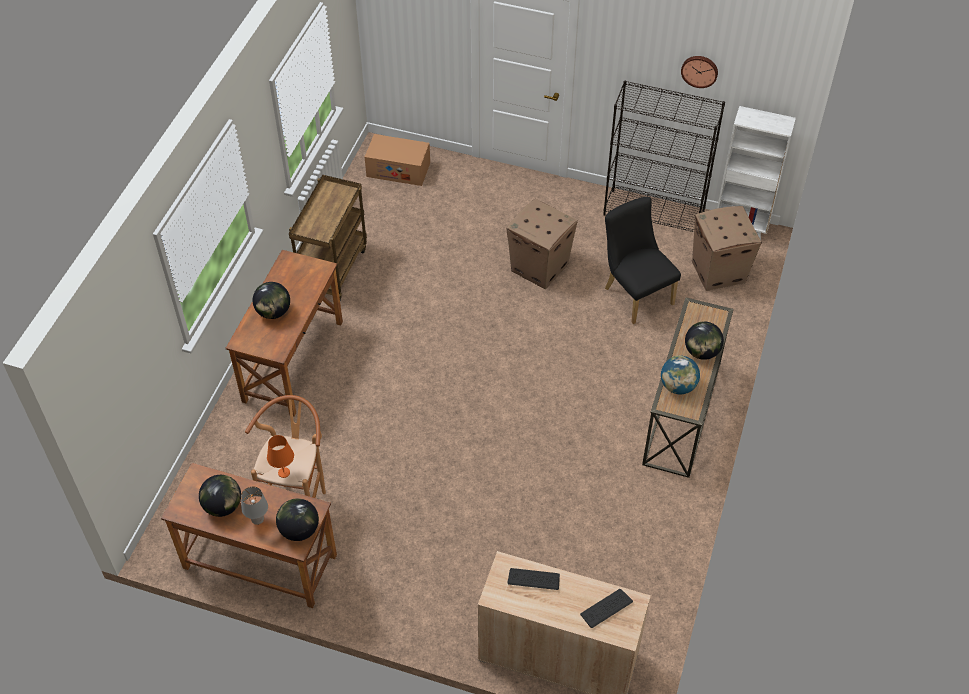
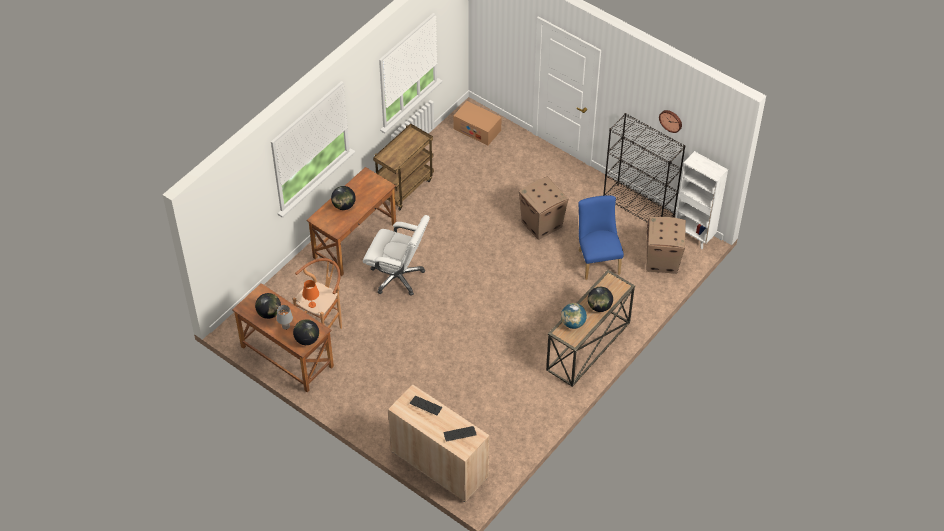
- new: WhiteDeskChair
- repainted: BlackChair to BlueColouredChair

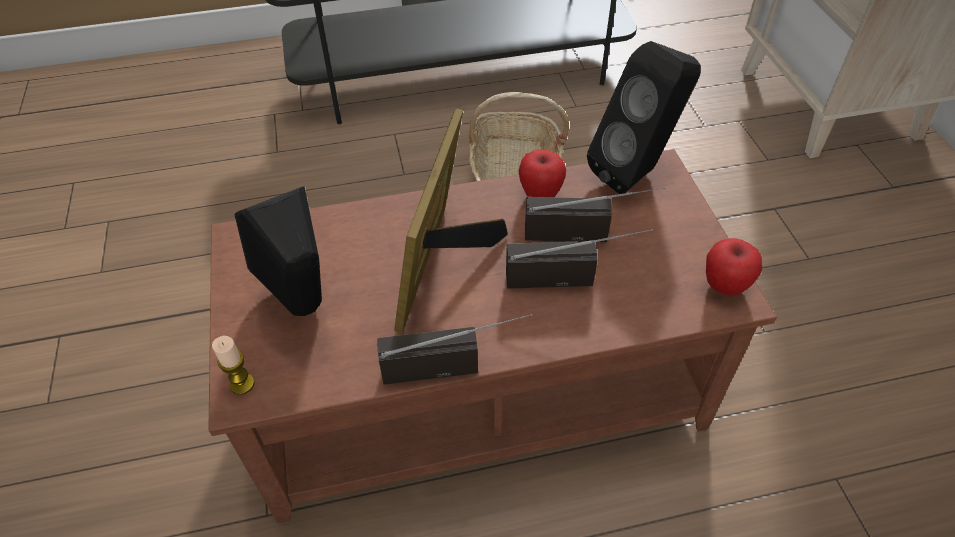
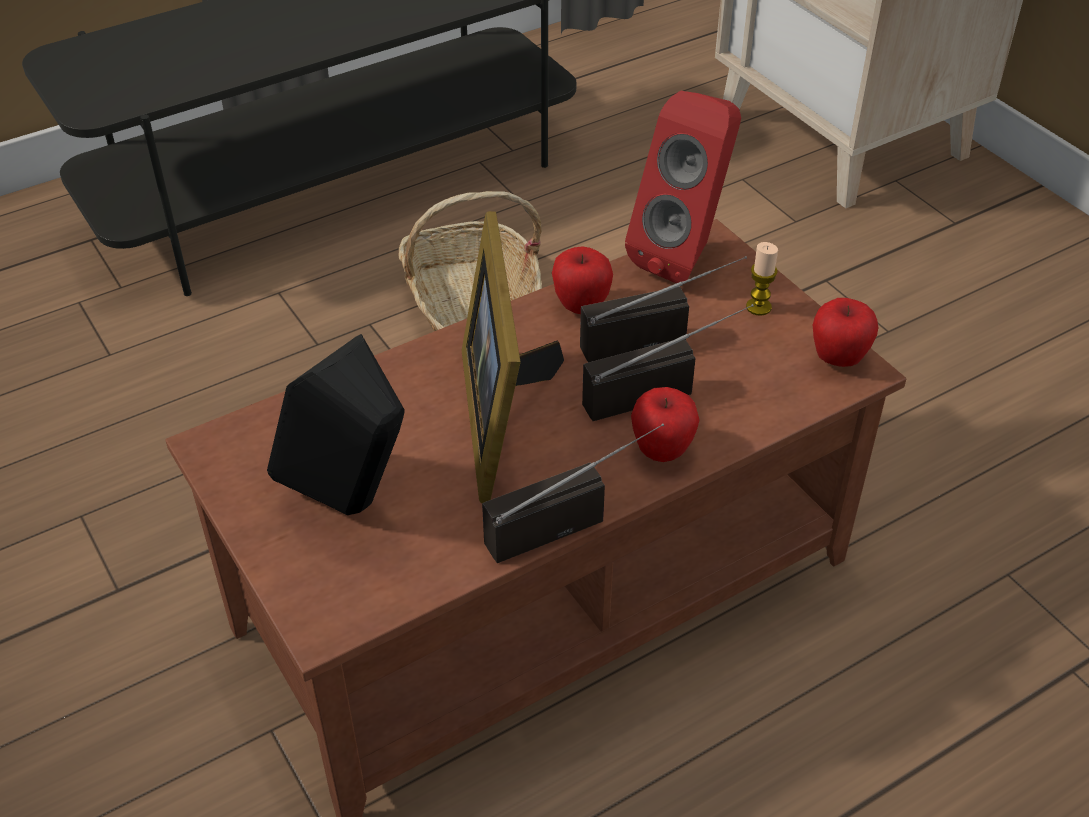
- new: WholeApple (no. 2 from left)
- shifted: WaxCandle
- repainted: BlackAudioSpeaker (no. 2 from left) to RedAudioSpeaker

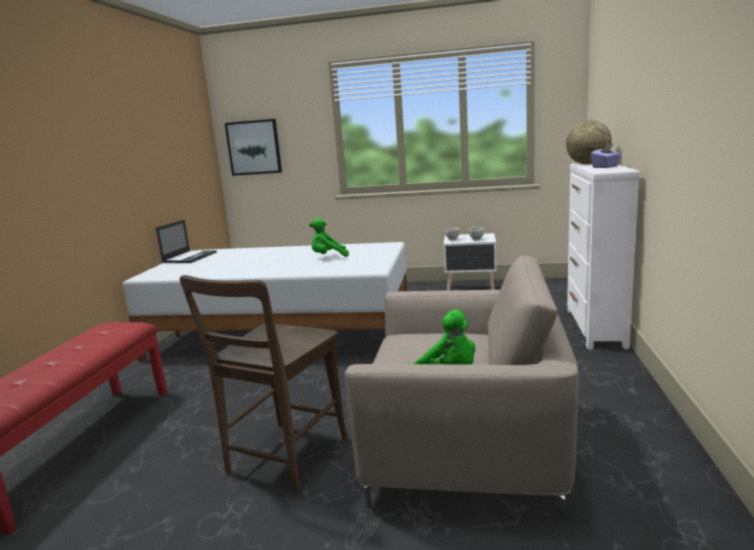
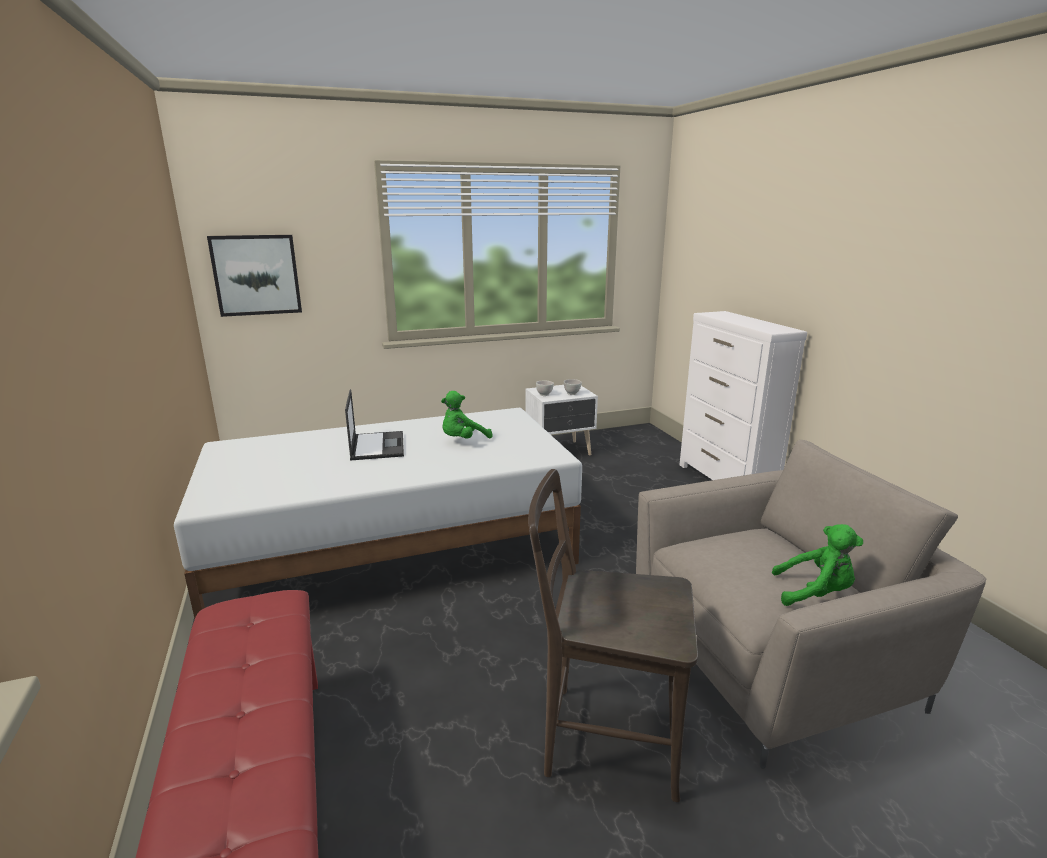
- gone: WorldGlobe
- gone: PurpleColouredTissueHolder
- shifted: NotebookComputer
- rotated: BrownColouredChair 105 degrees clockwise

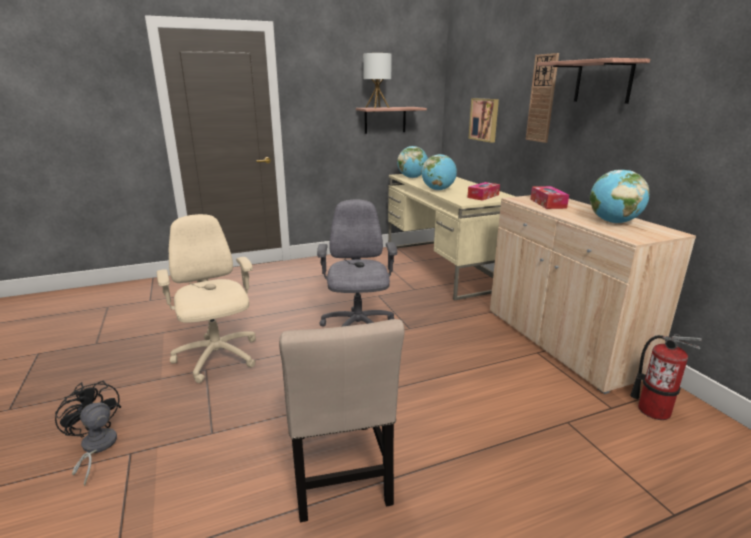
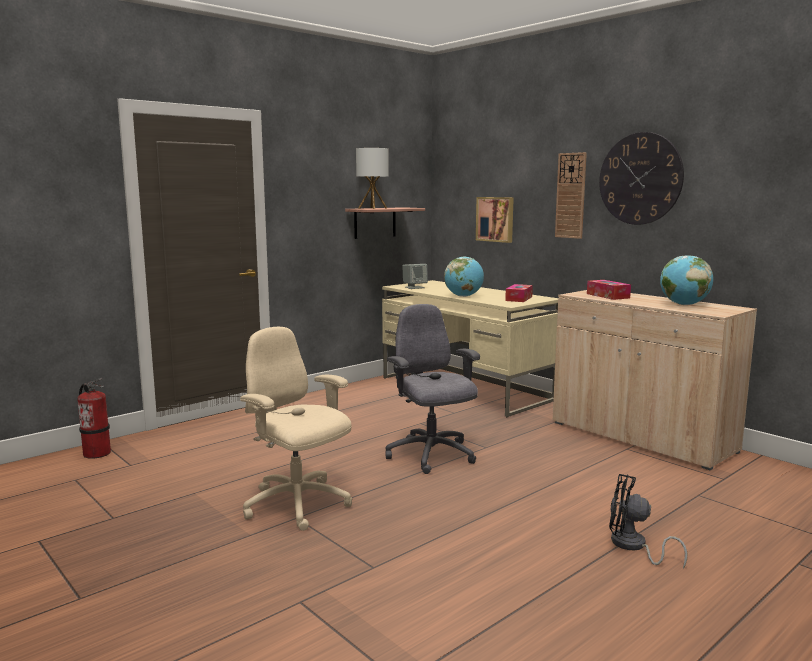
- gone: SandColouredChair
- shifted: BlackFan
- shifted: FireExtinguisher
- swapped: WorldGlobe (no. 1 from left) to GreyishAudioSpeaker
- swapped: WallShelf (no. 2 from left) to WallClock (no. 2 from left)

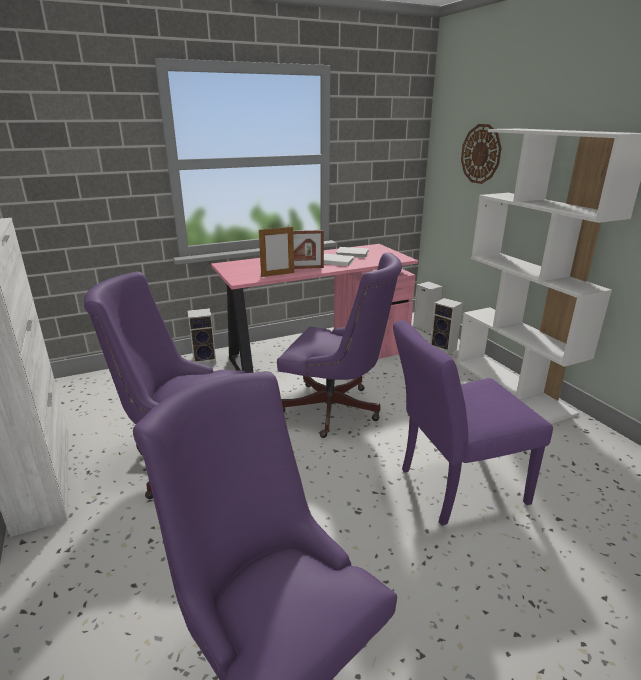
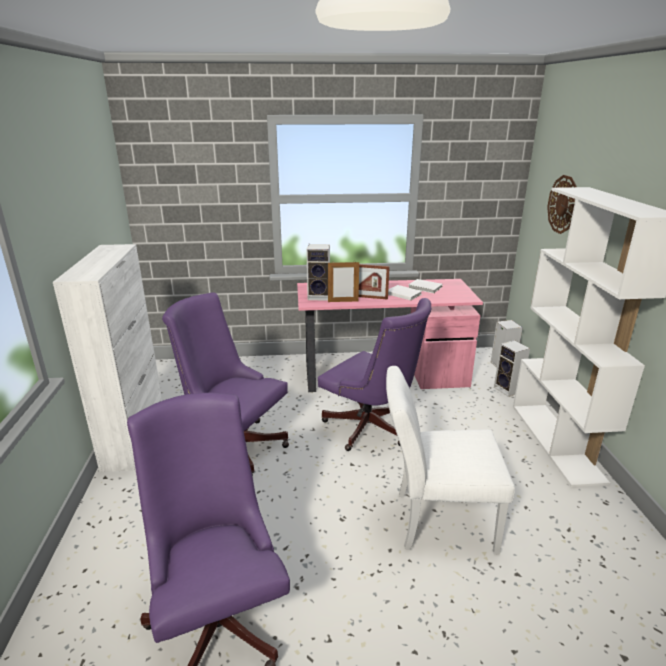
- shifted: AudioSpeaker (no. 1 from left)
- repainted: PurpleColouredChair to WhiteChair

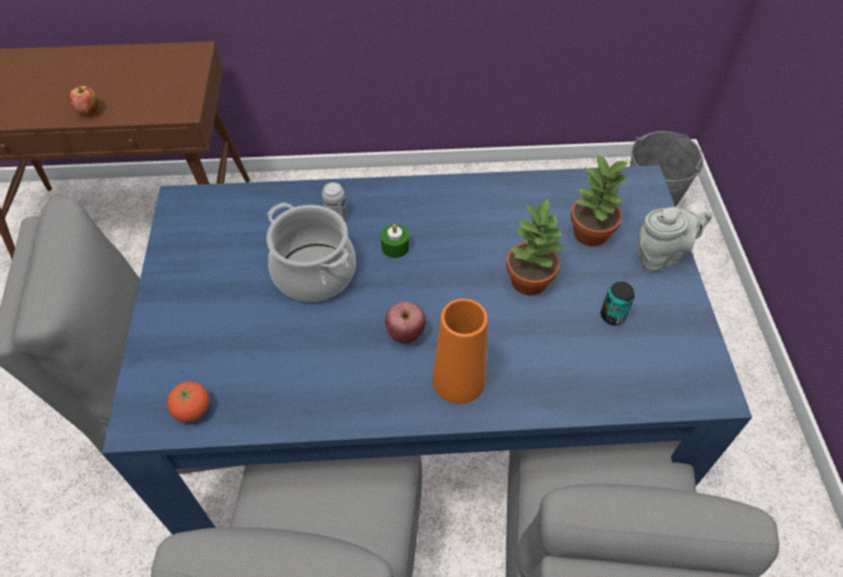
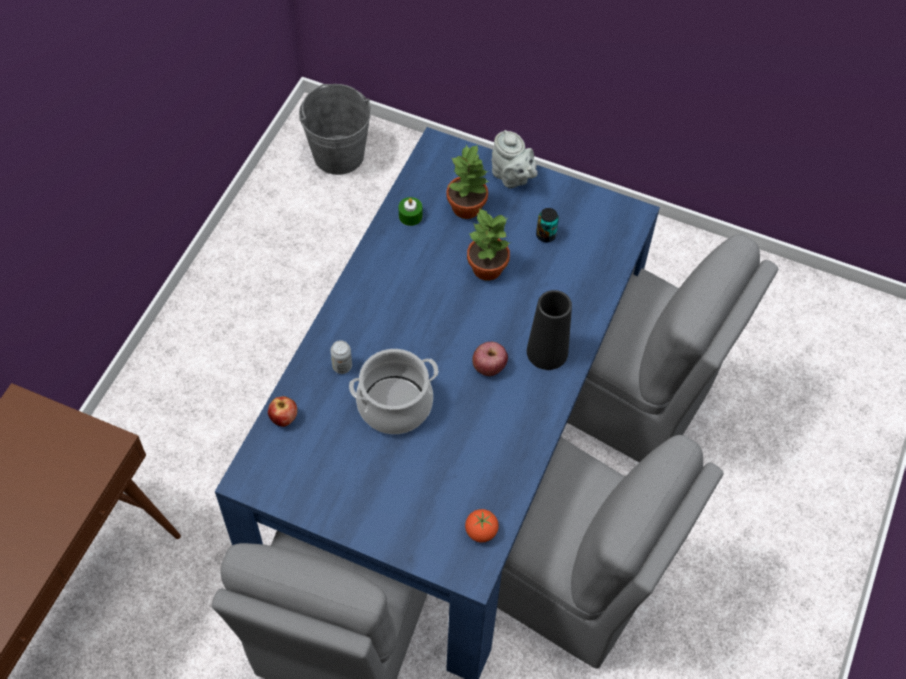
- shifted: WholeApple (no. 1 from left)
- shifted: GreenishWaxCandle
- repainted: OrangeyFlowerVase to BlackFlowerVase
- rotated: GreyishTeaPot 135 degrees clockwise

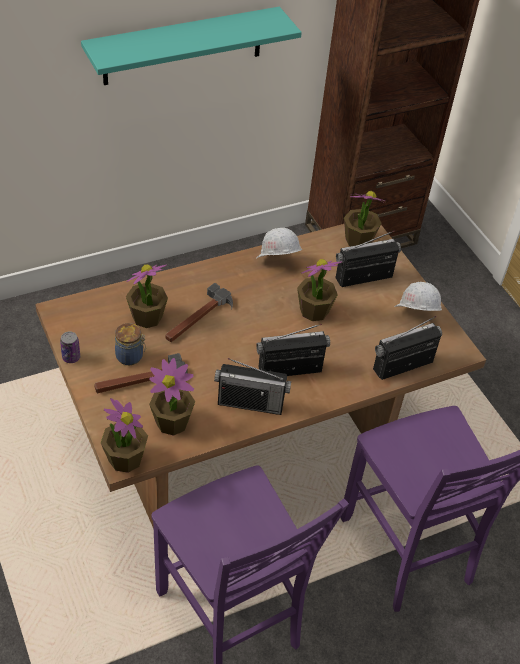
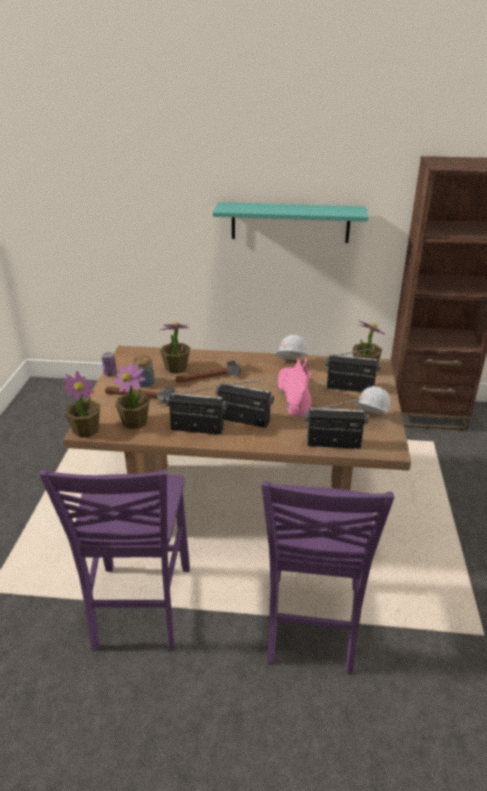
- swapped: Houseplant (no. 4 from left) to PinkHighTopBoot
- rotated: RadioReceiver (no. 1 from left) 150 degrees clockwise

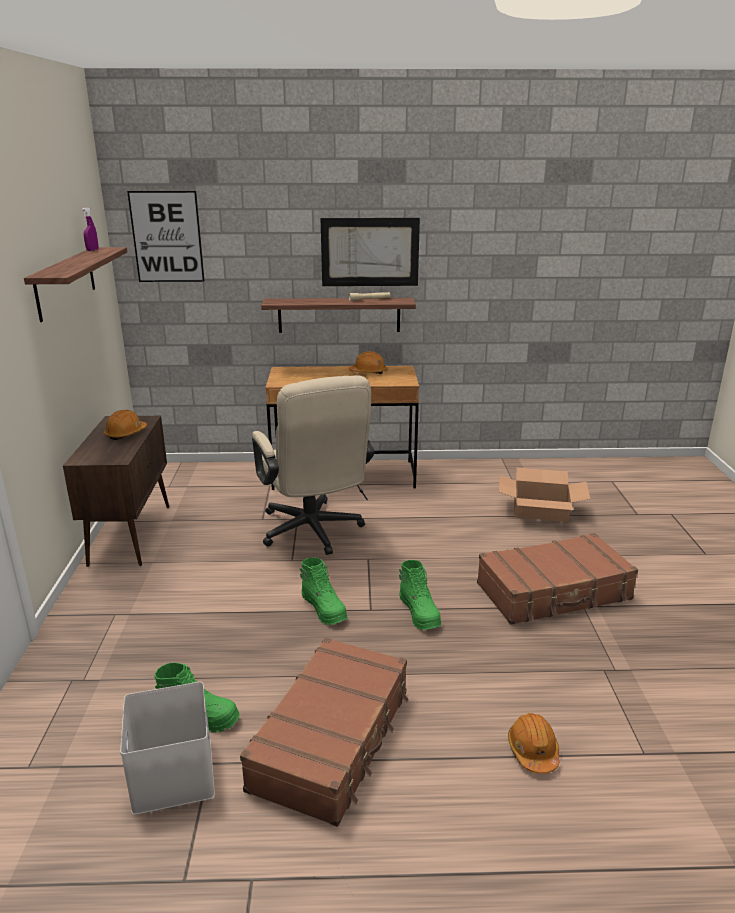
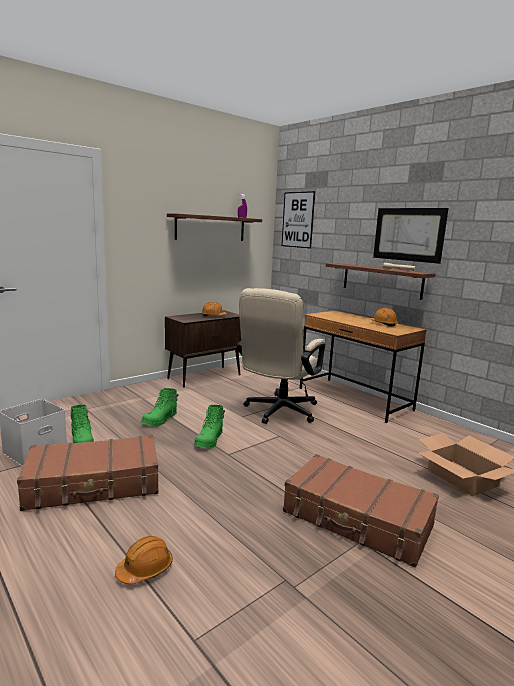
- shifted: GreenishHighTopBoot (no. 3 from left in the first image) to GreenishHighTopBoot (no. 2 from left)

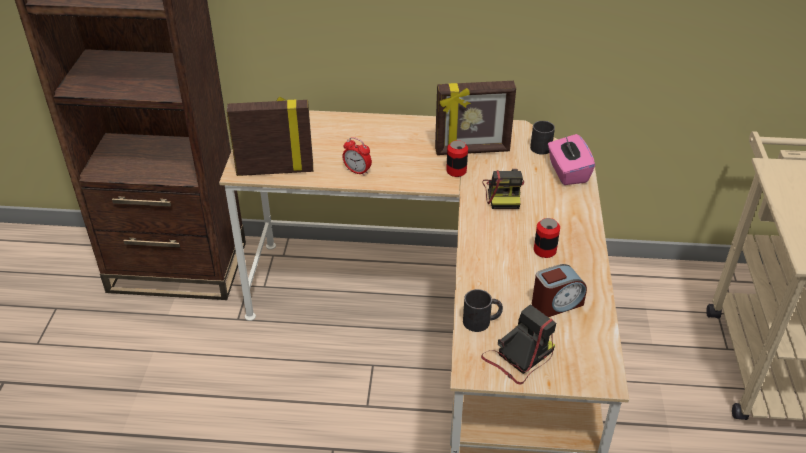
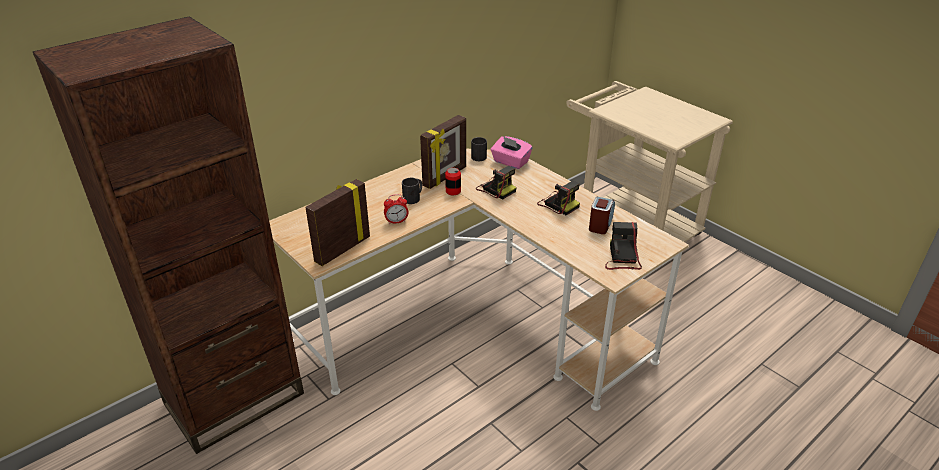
- shifted: BlackCoffeeMug (no. 1 from left)
- swapped: MetalCan (no. 2 from left) to PhotoCamera (no. 2 from left)

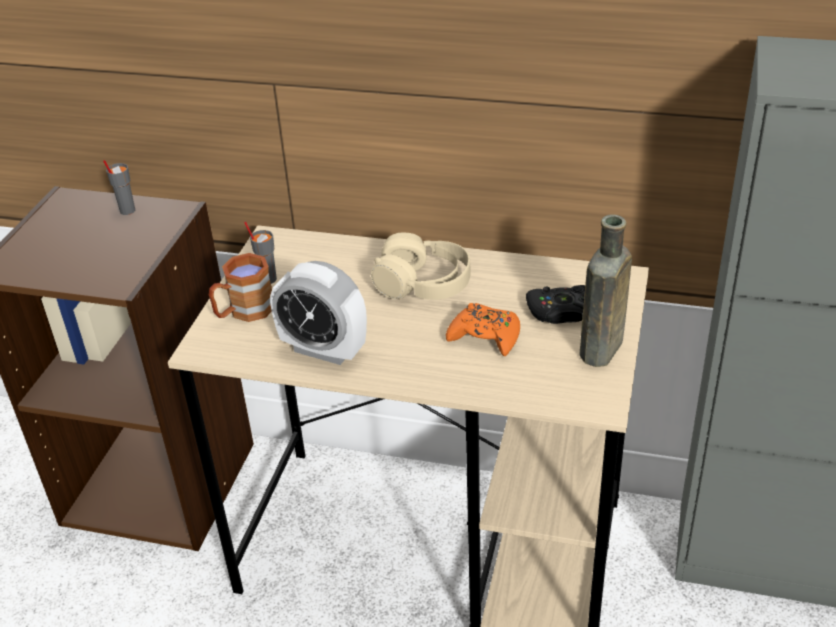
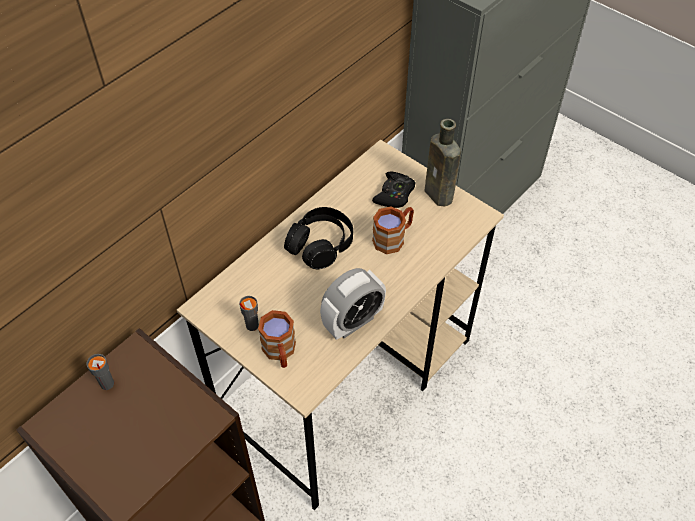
- swapped: OrangeyJoypad to BrownColouredCoffeeMug (no. 2 from left)
- repainted: SandColouredPairOfHeadphones to BlackPairOfHeadphones

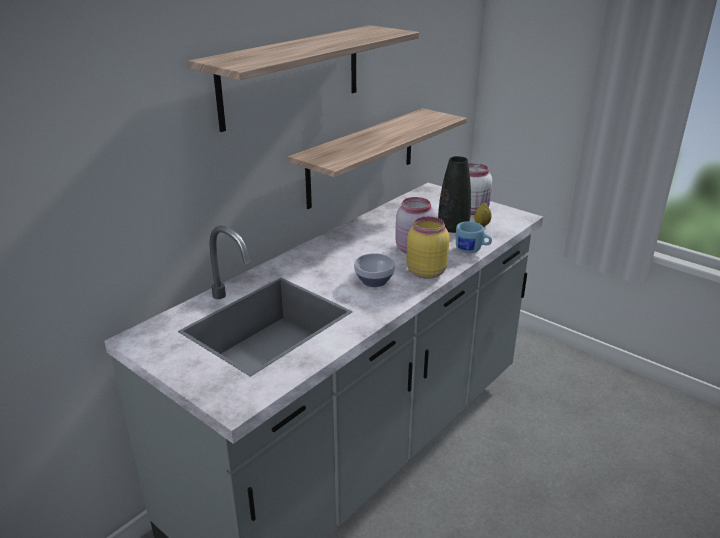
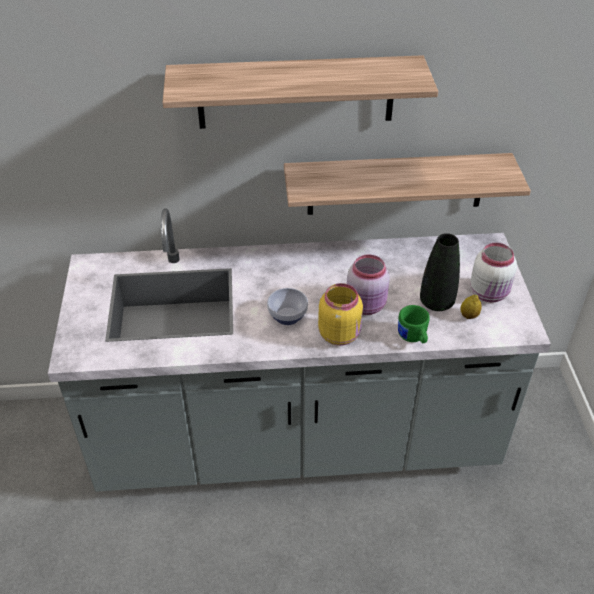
- repainted: BlueColouredCoffeeMug to GreenishCoffeeMug

